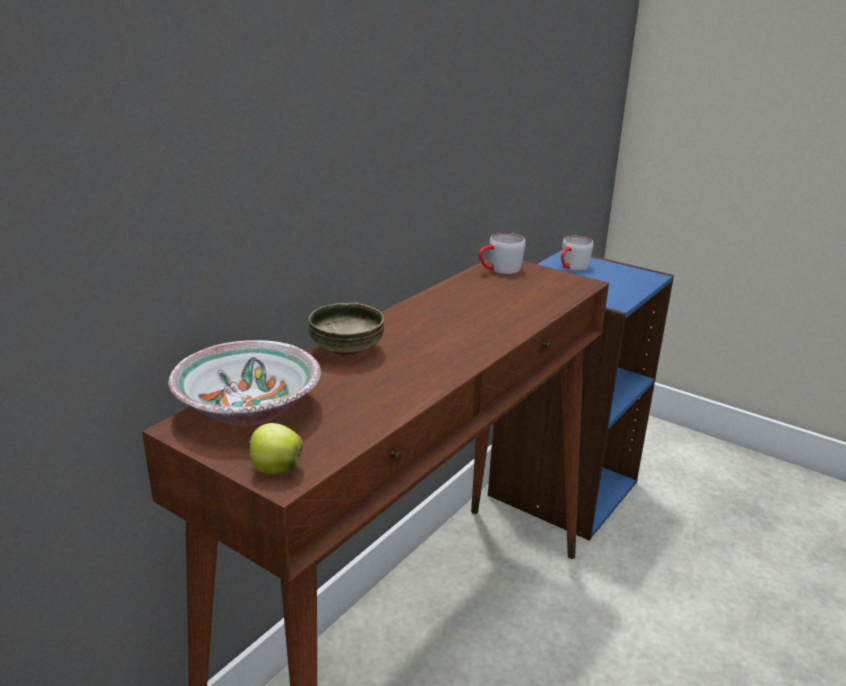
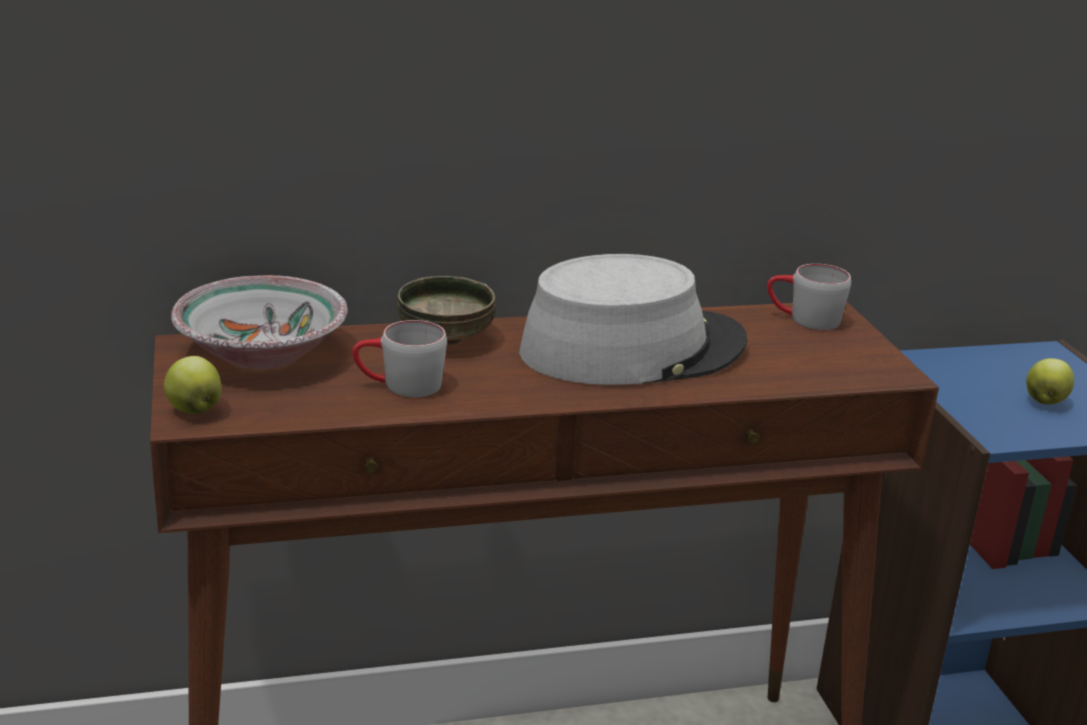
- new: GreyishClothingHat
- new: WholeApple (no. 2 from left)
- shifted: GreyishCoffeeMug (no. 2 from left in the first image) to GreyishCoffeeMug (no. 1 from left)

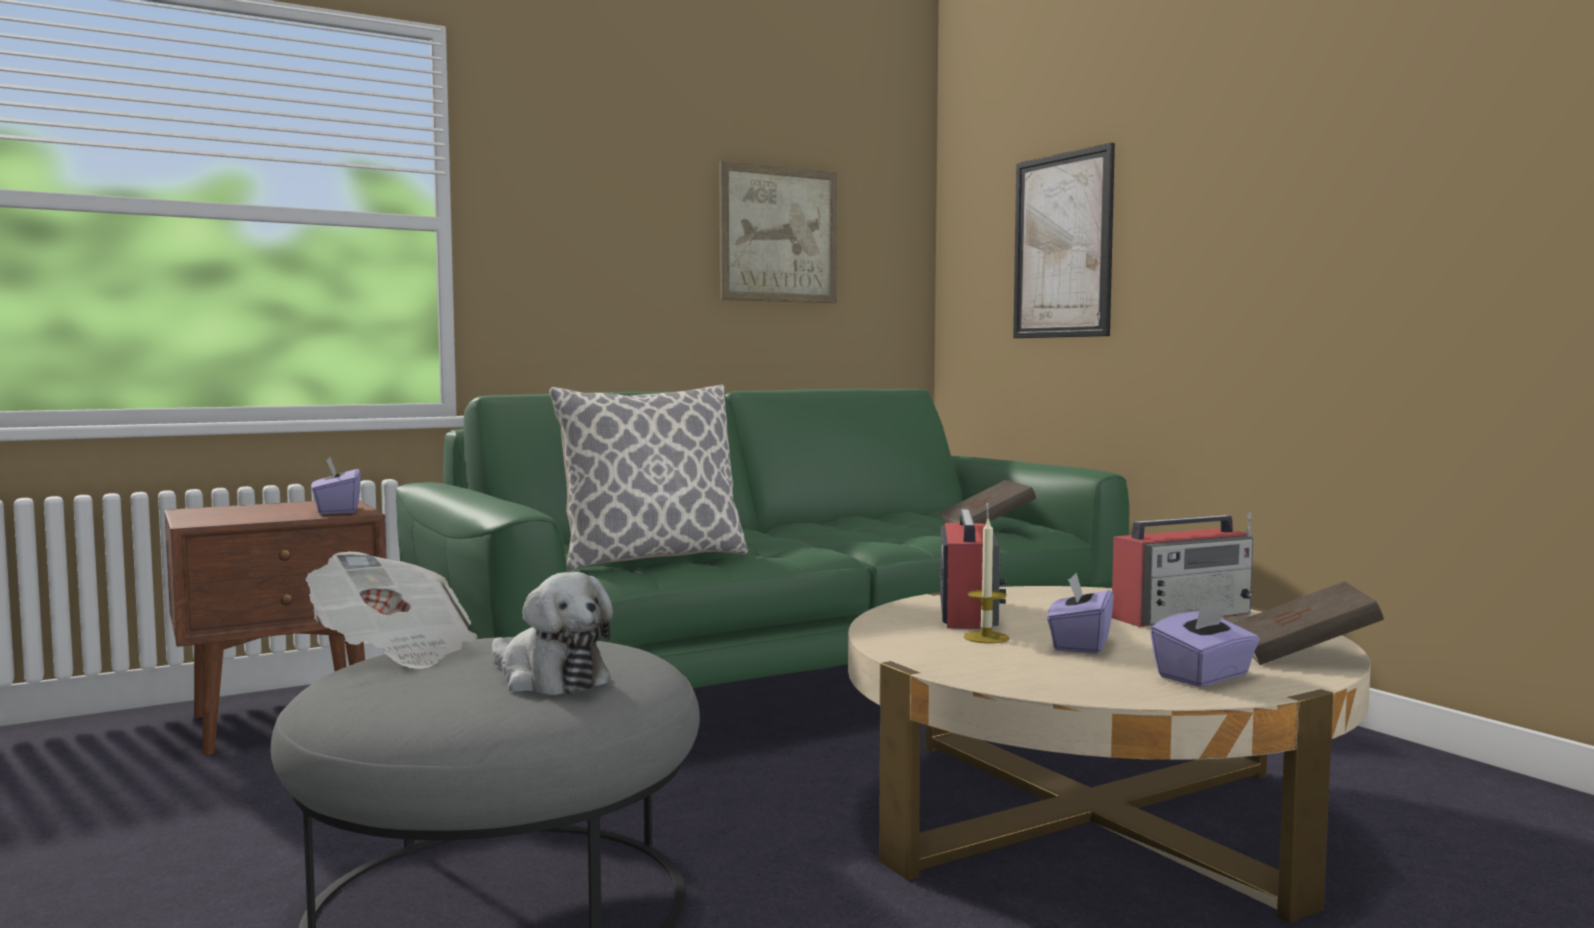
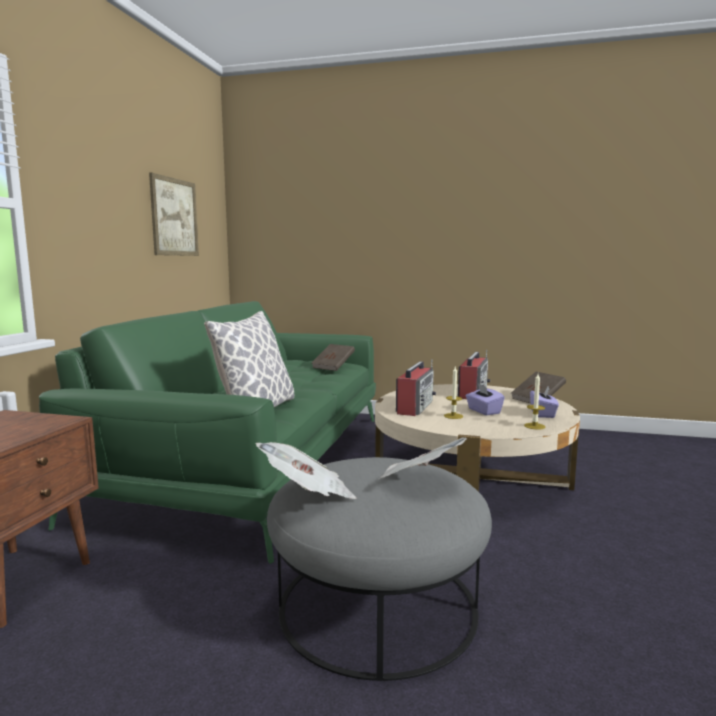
- gone: PurpleColouredTissueHolder (no. 1 from left)
- gone: WallPicture (no. 2 from left)
- new: WaxCandle (no. 2 from left)
- swapped: SoftToy to DailyPaper (no. 2 from left)
- rotated: RadioReceiver (no. 1 from left) 60 degrees clockwise

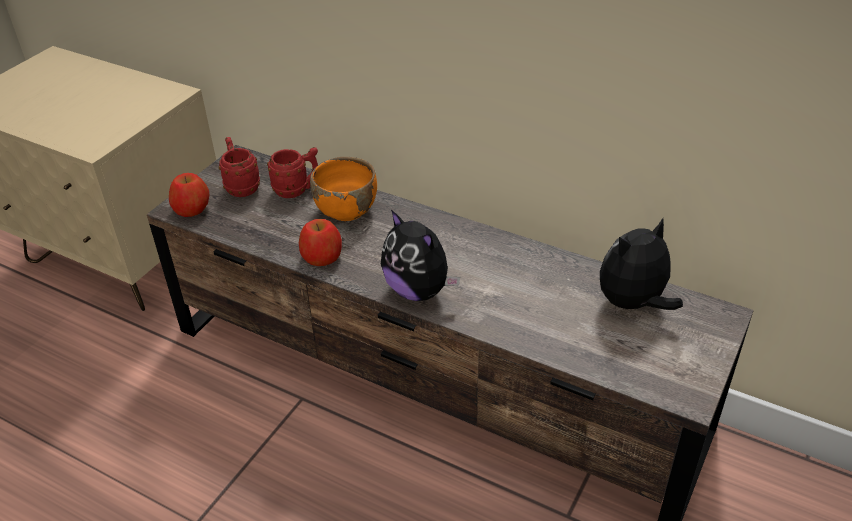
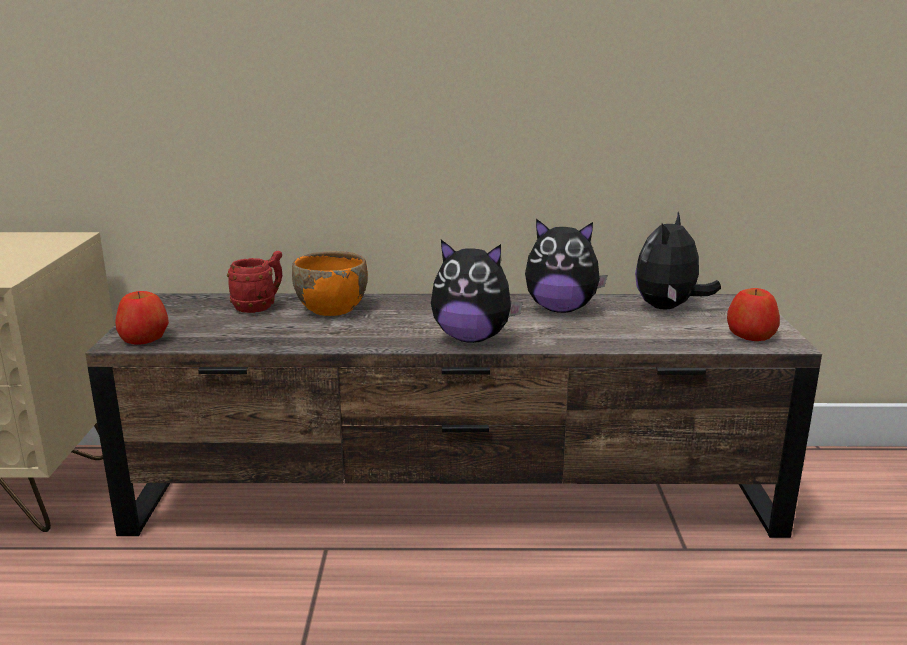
- gone: RedCoffeeMug (no. 1 from left)
- new: SoftToy (no. 2 from left)
- shifted: WholeApple (no. 2 from left)

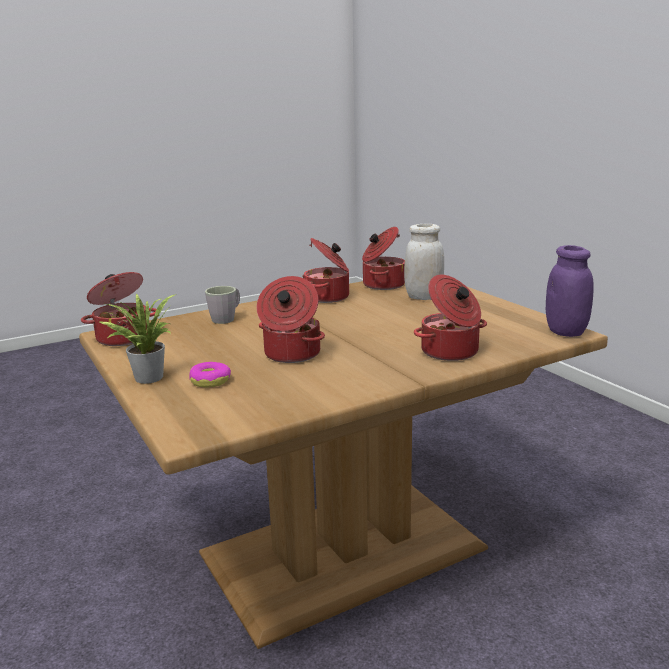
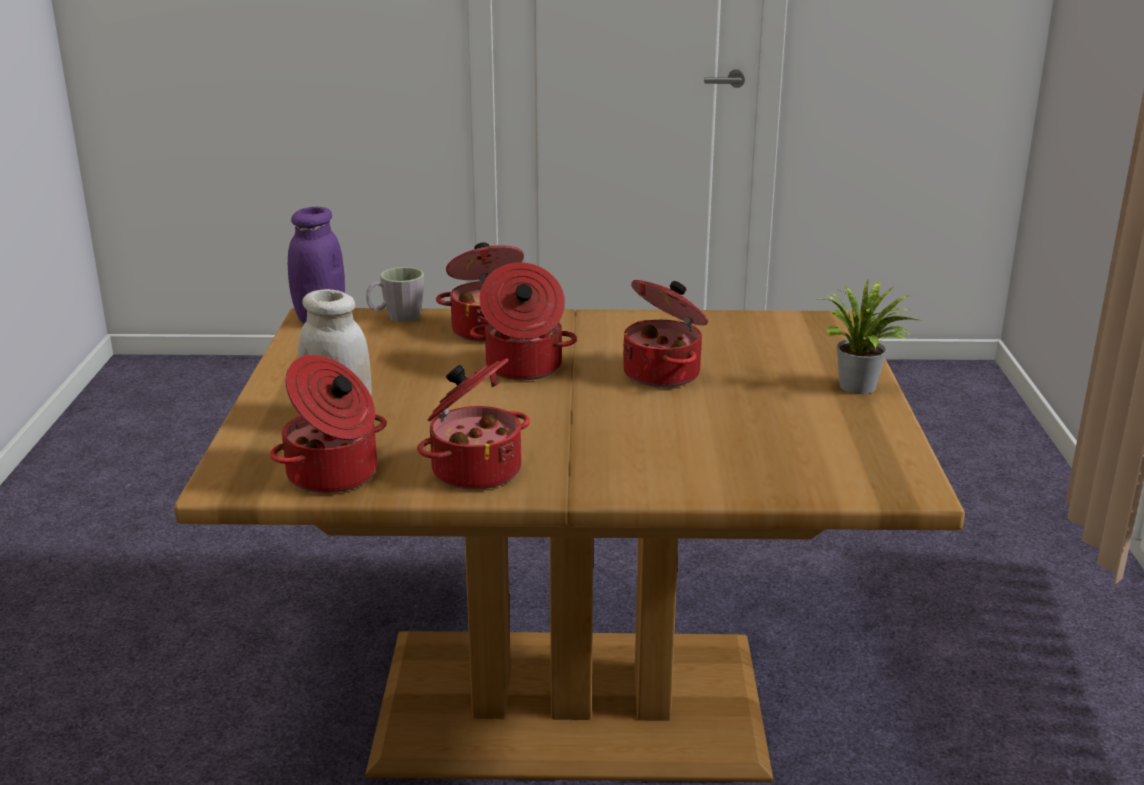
- gone: Doughnut
- shifted: CookingPot (no. 1 from left in the first image) to CookingPot (no. 4 from left)
- shifted: GreyishCoffeeMug

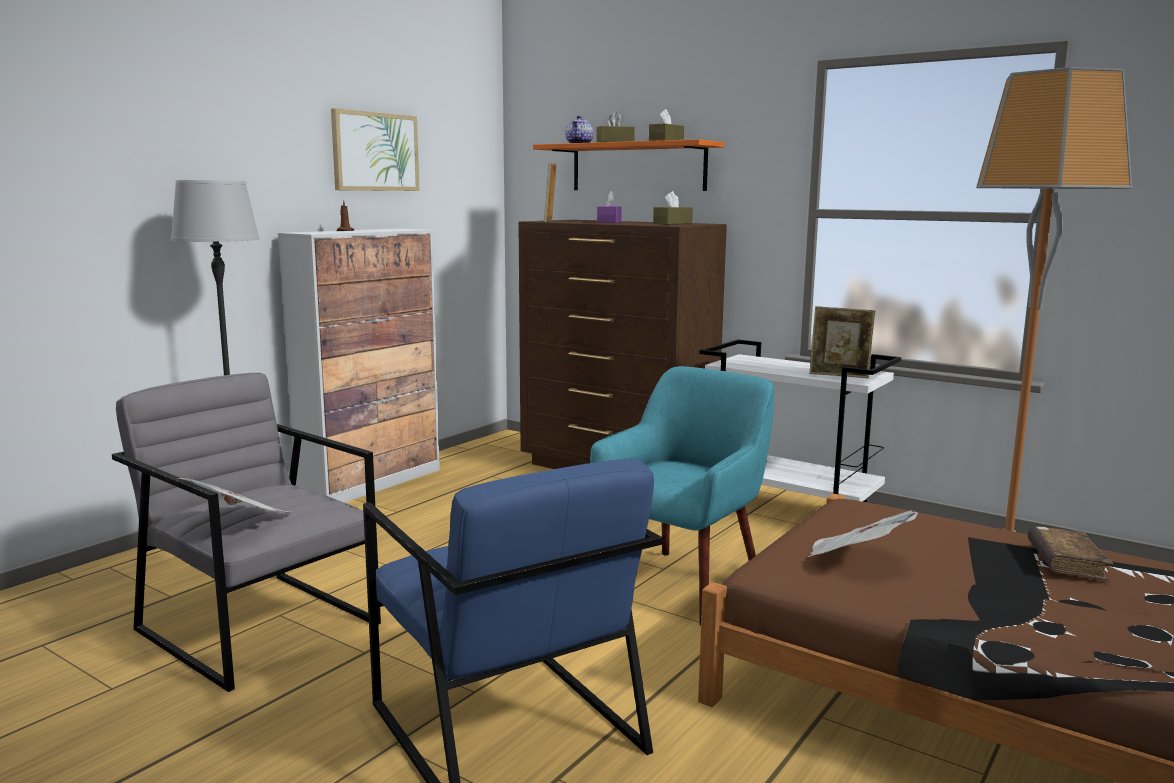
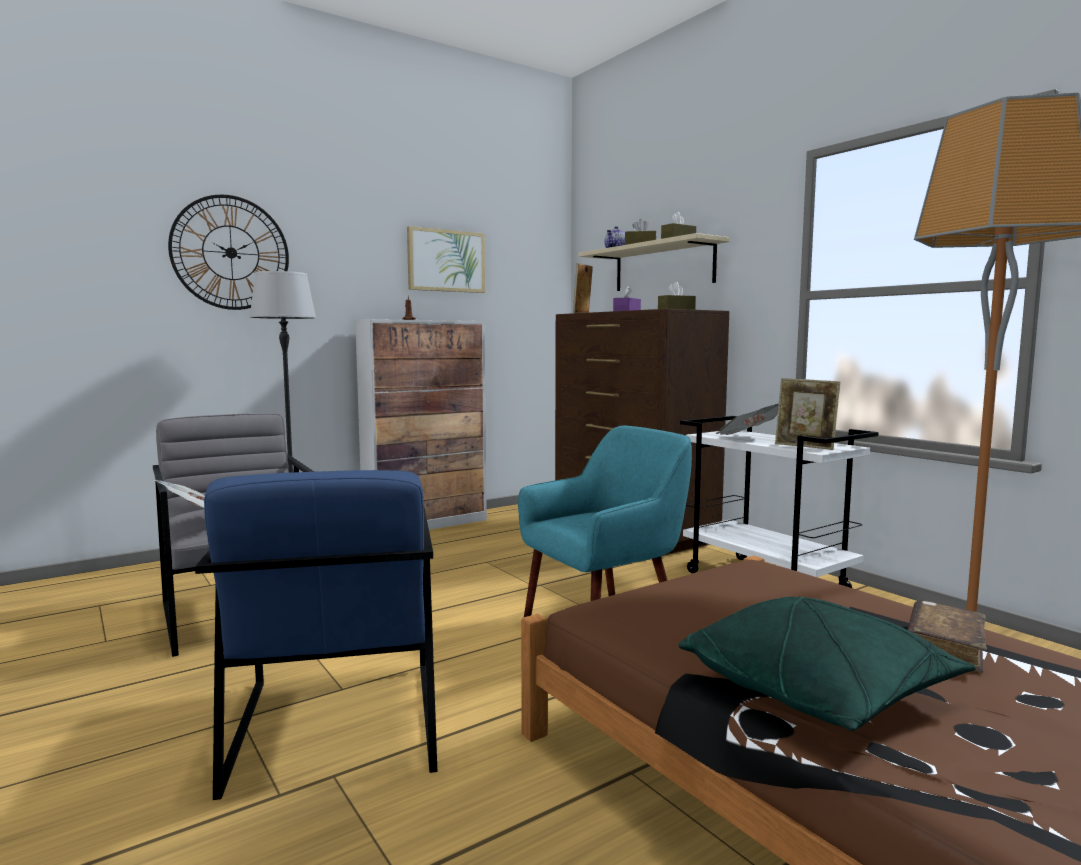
- new: WallClock
- new: GreenishThrowPillow
- shifted: DailyPaper (no. 2 from left)
- repainted: OrangeyWallShelf to SandColouredWallShelf

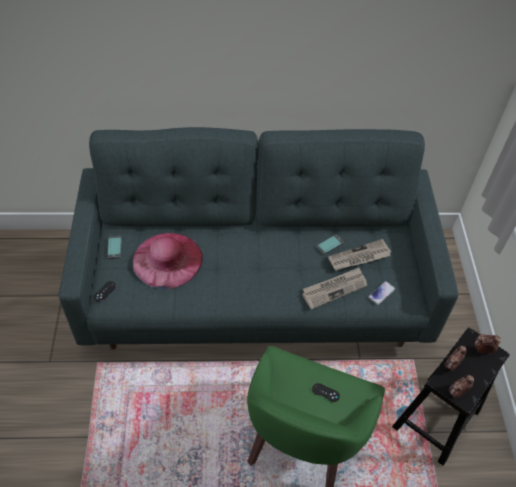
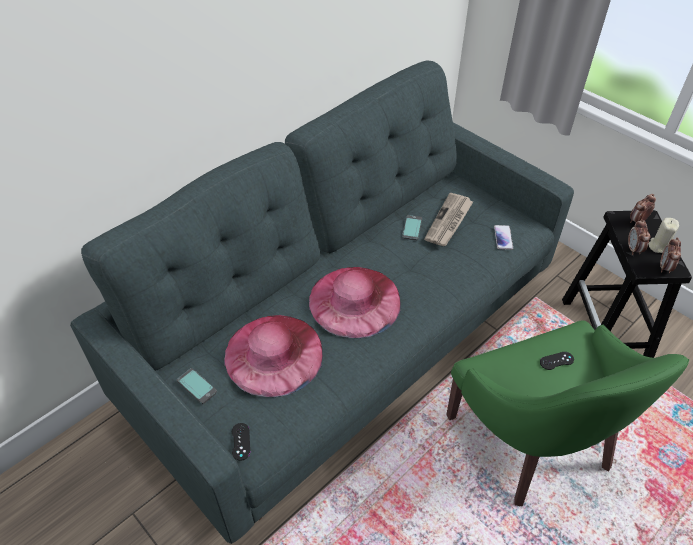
- gone: DailyPaper (no. 1 from left)
- new: PinkClothingHat (no. 2 from left)
- new: SandColouredWaxCandle

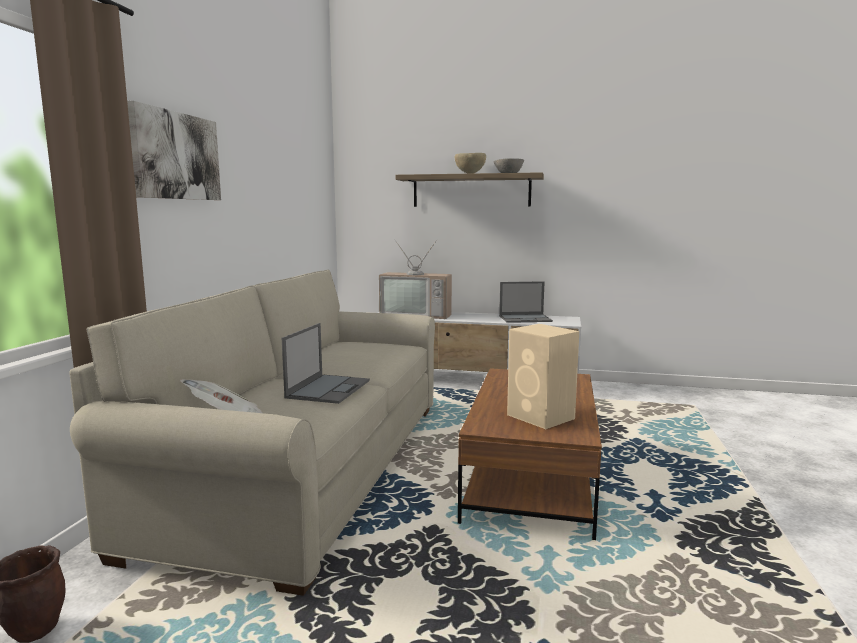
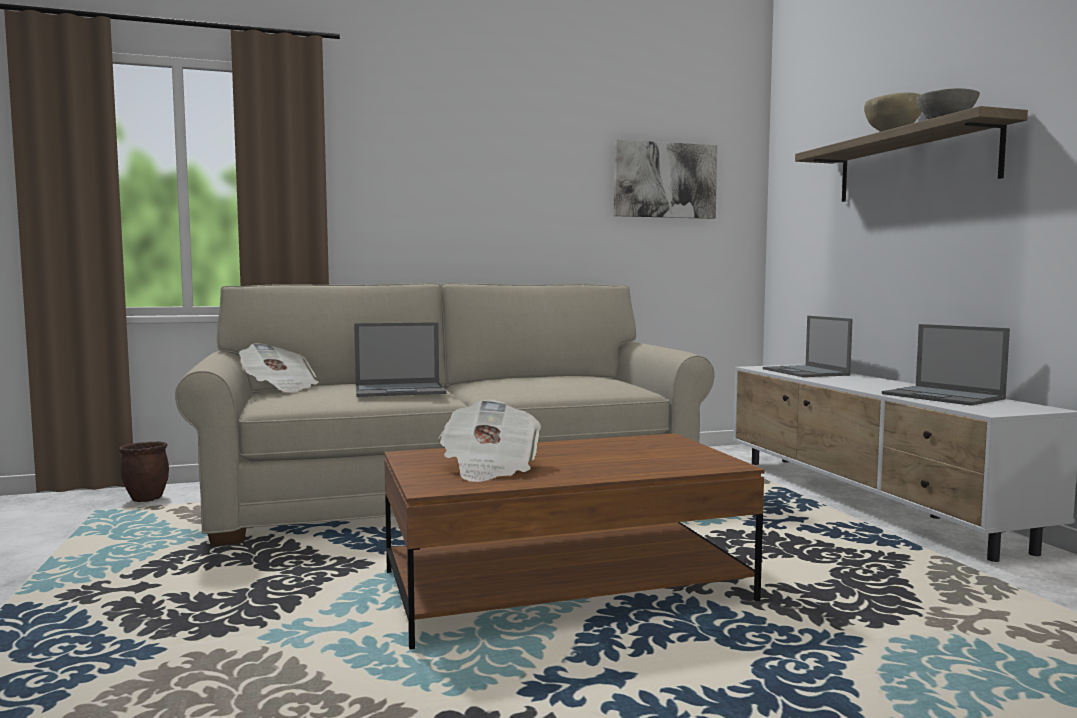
- shifted: WallPicture
- swapped: TvSet to NotebookComputer (no. 2 from left)
- swapped: SandColouredAudioSpeaker to DailyPaper (no. 2 from left)

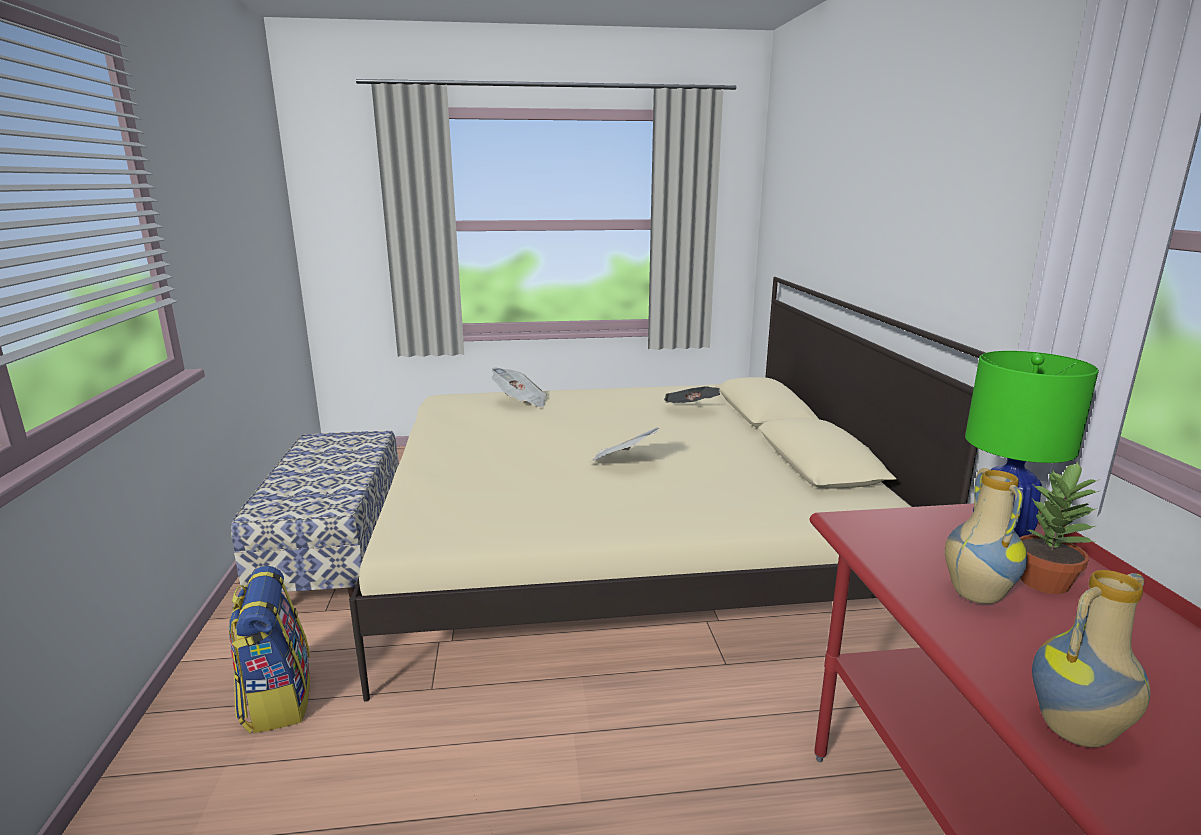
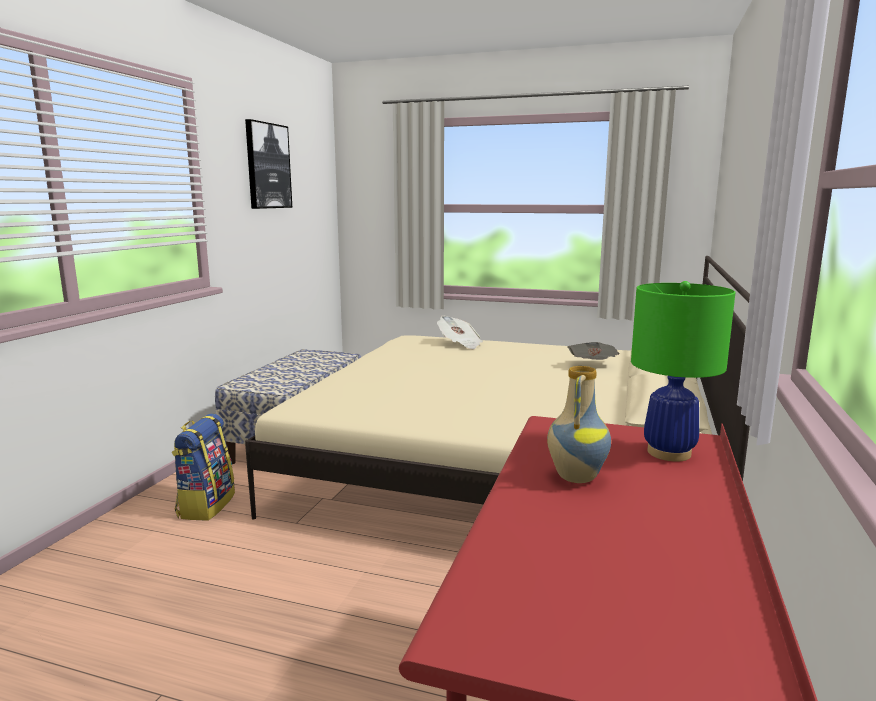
- gone: DailyPaper (no. 2 from left)
- gone: Houseplant
- gone: FlowerVase (no. 2 from left)
- new: WallPicture

